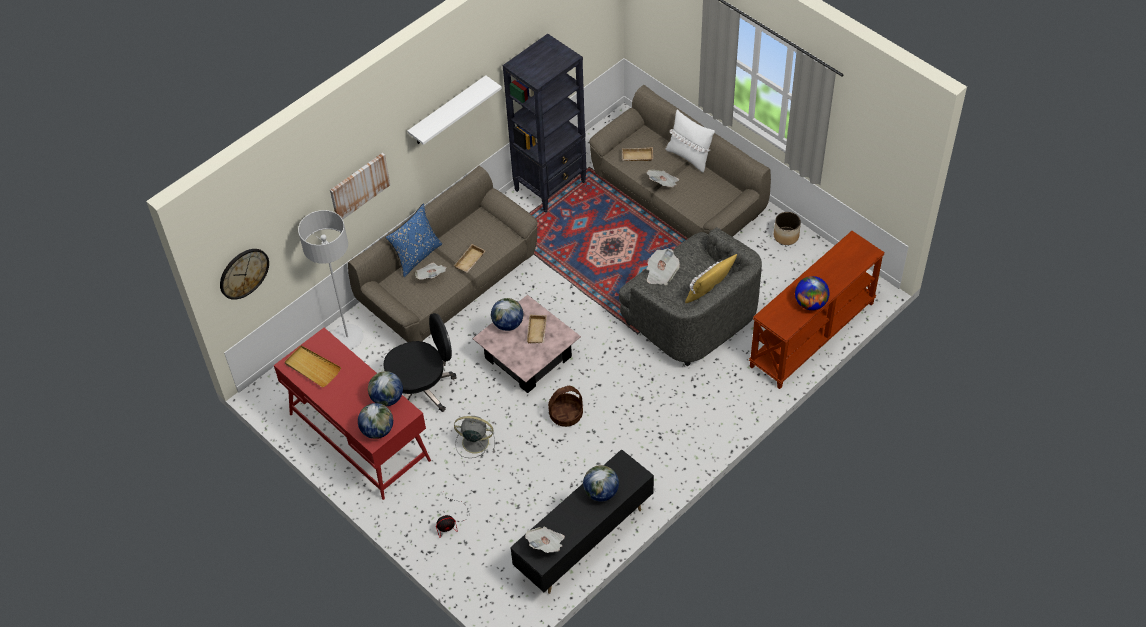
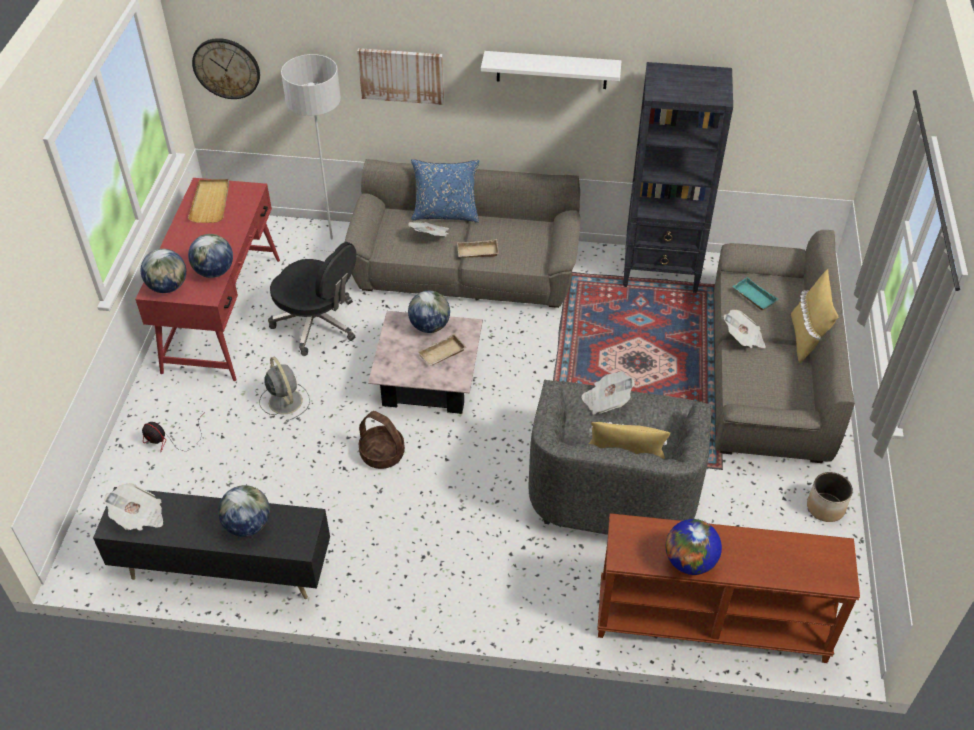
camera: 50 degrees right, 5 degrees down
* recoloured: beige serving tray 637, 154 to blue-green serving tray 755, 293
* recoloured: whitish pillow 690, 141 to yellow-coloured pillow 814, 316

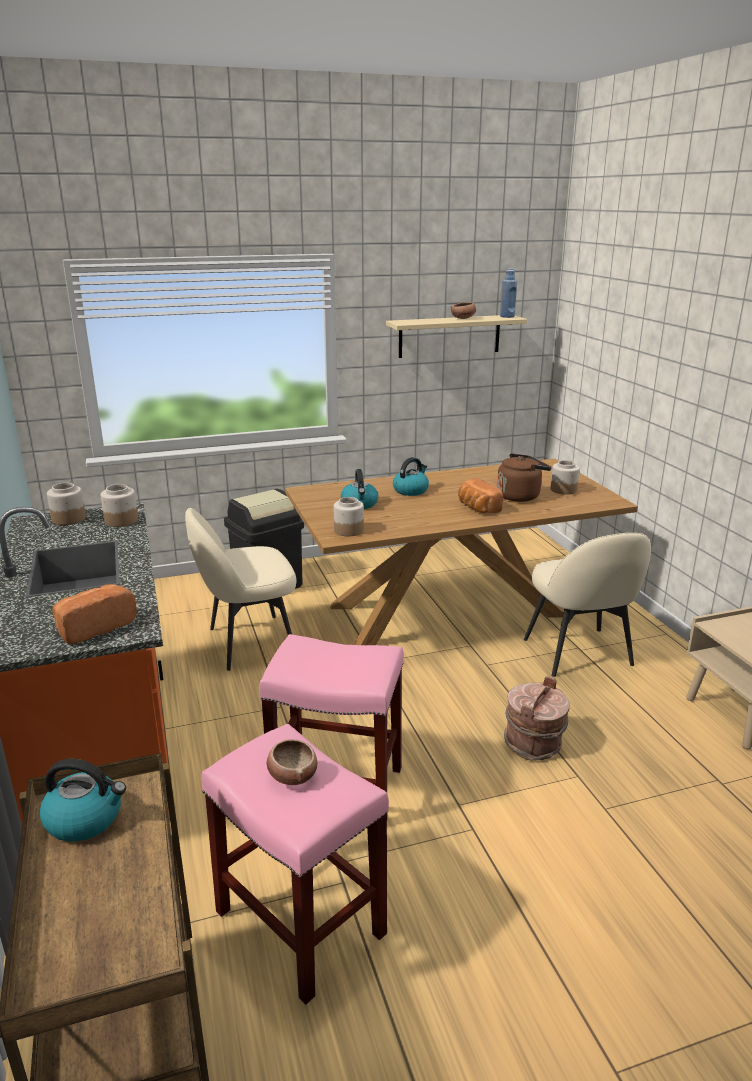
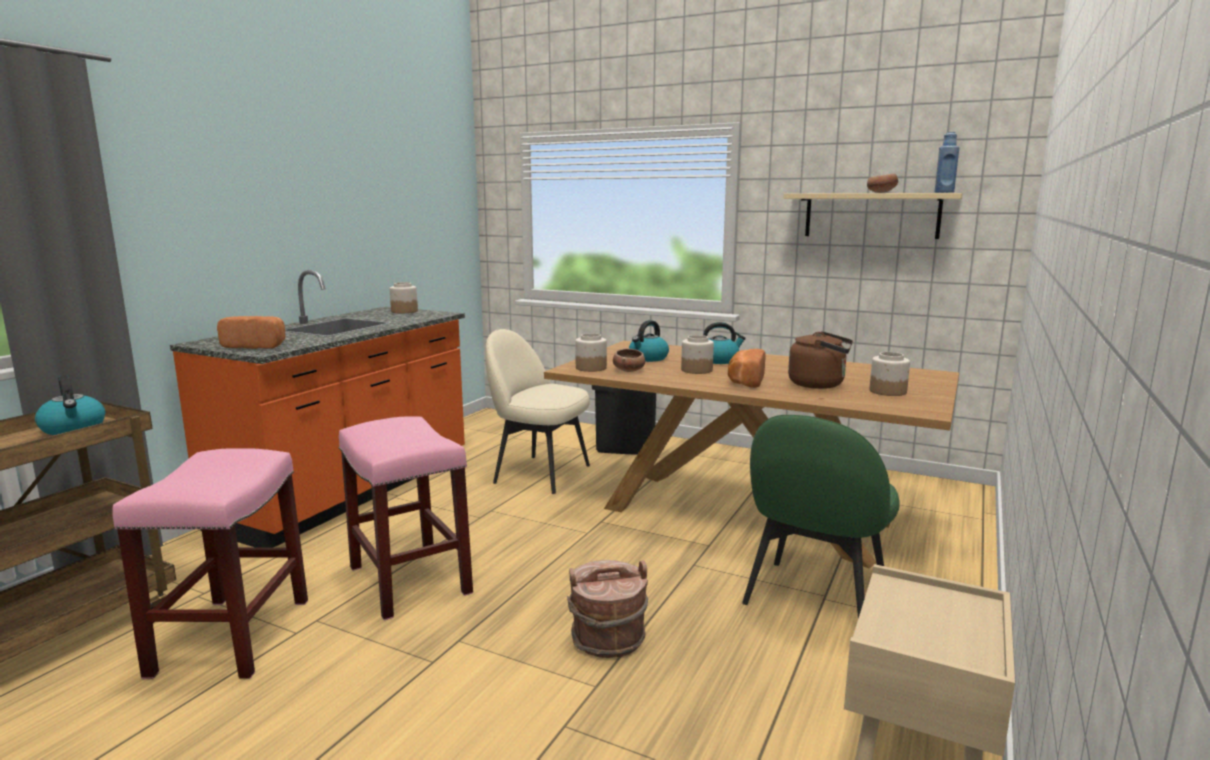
camera: 45 degrees right, 10 degrees down
* moved: preserve jar 119, 505 to 697, 354
* moved: serving bowl 292, 762 to 629, 360
* recoloured: beige plain chair 587, 605 to green plain chair 821, 516

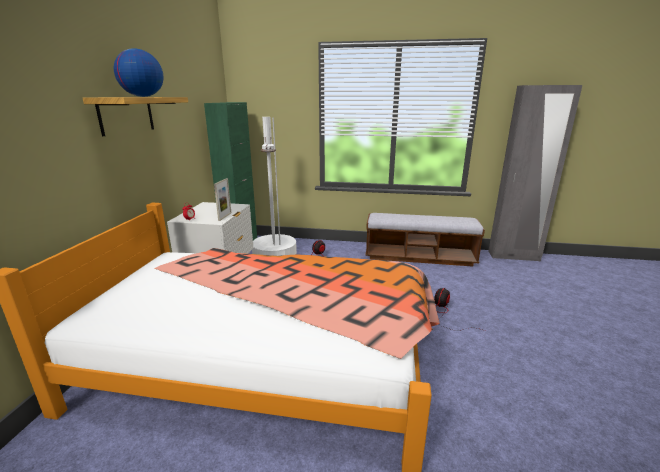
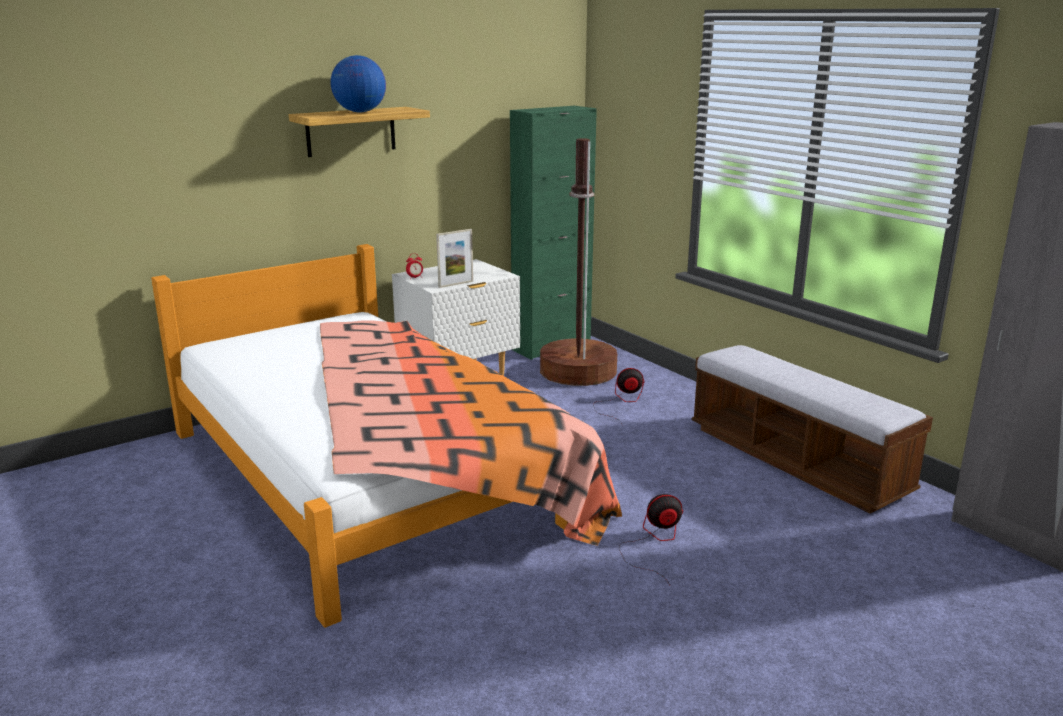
camera: 45 degrees right, 0 degrees up
* recoloured: whitish floor lamp 274, 186 to brown floor lamp 578, 262

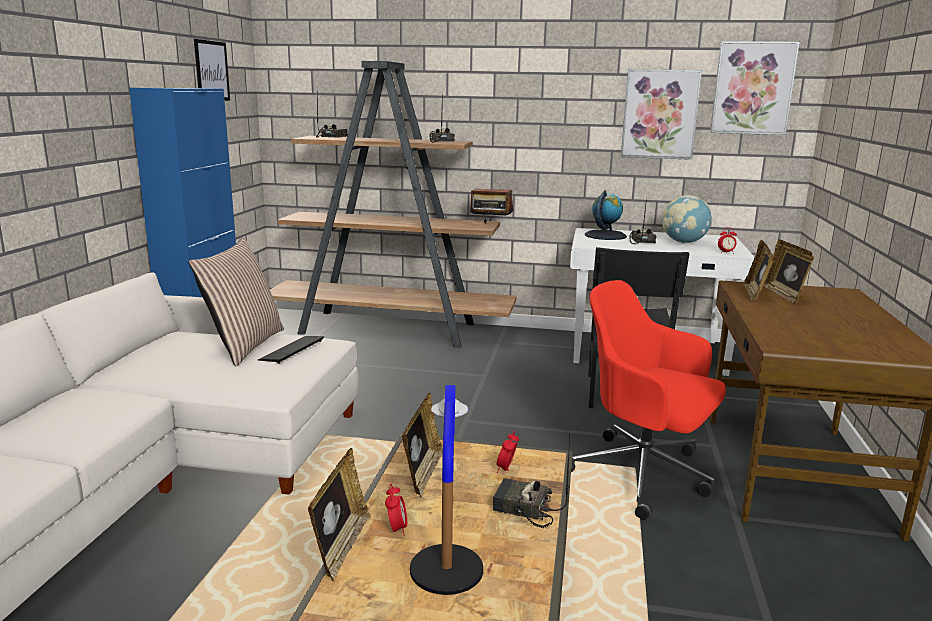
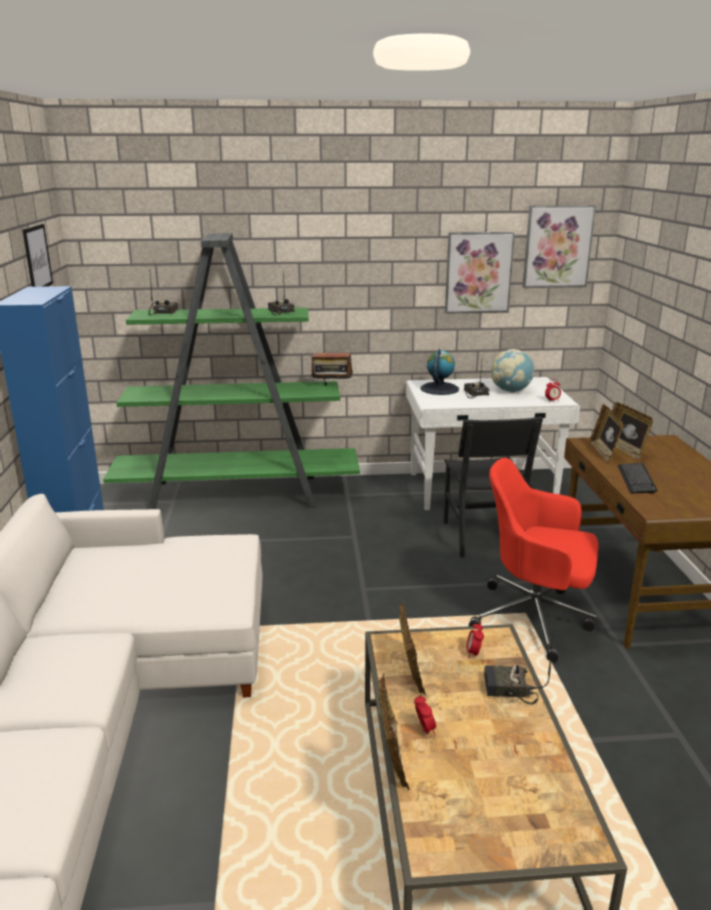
camera: 15 degrees left, 5 degrees up
* removed: pillow 236, 302
* removed: tabletop lamp 446, 490
* moved: keyboard 291, 350 to 637, 478
* recoloured: brown bookcase 393, 204 to green bookcase 231, 371

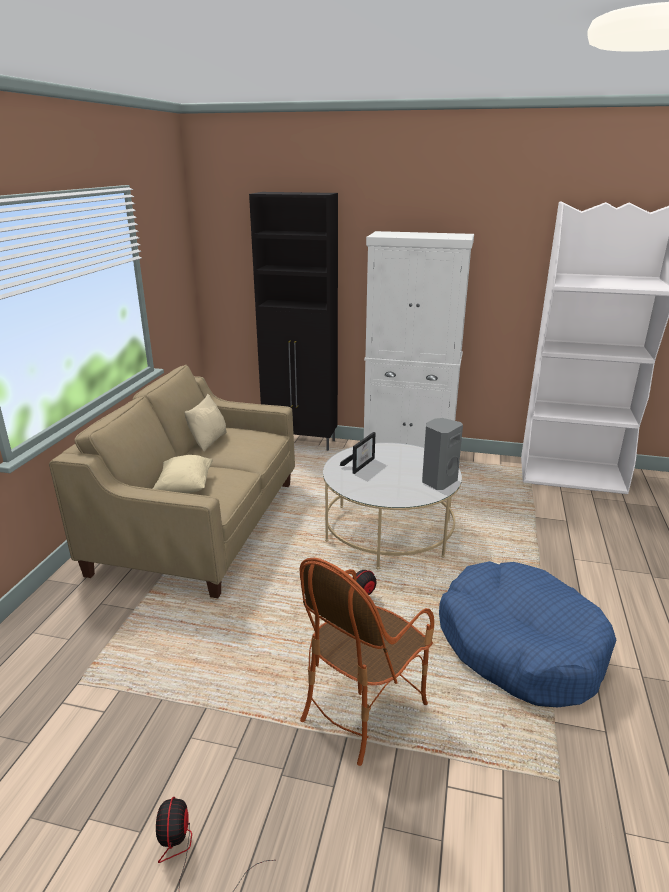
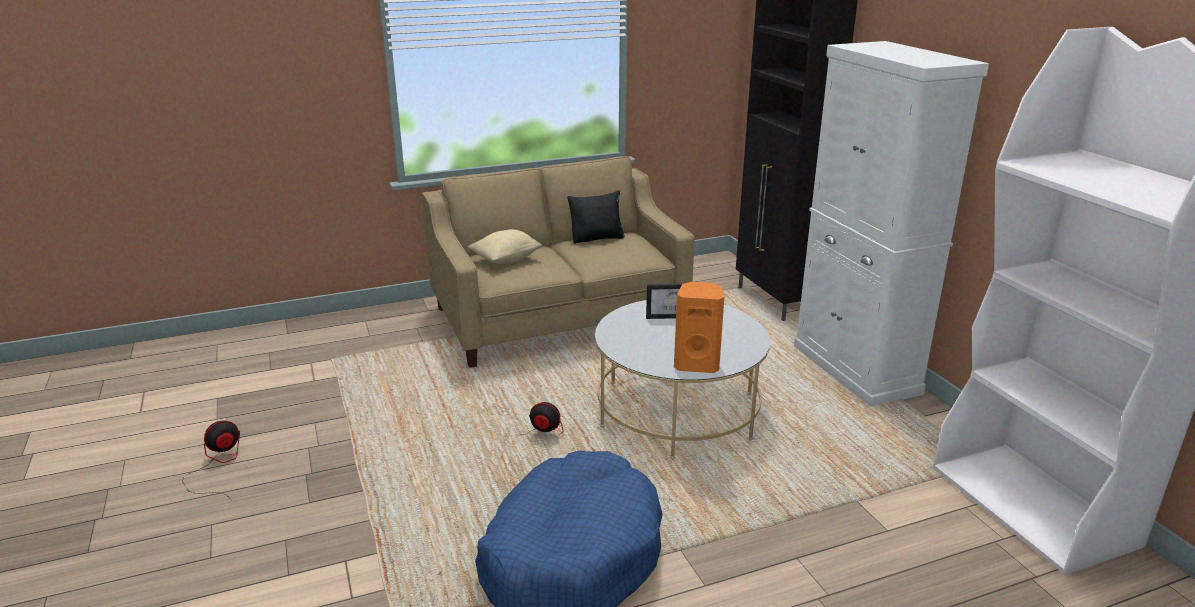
camera: 55 degrees right, 0 degrees up
* removed: lounge chair 366, 662
* recoloured: beige pillow 205, 423 to black pillow 596, 217
* recoloured: gray loudspeaker 442, 454 to orange loudspeaker 699, 327

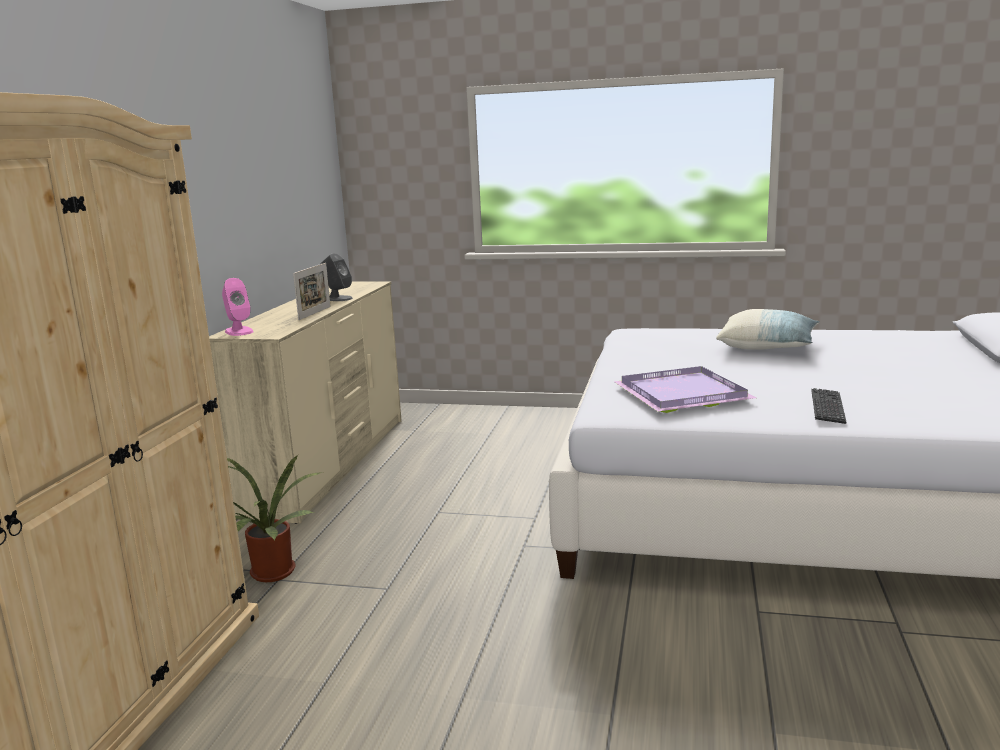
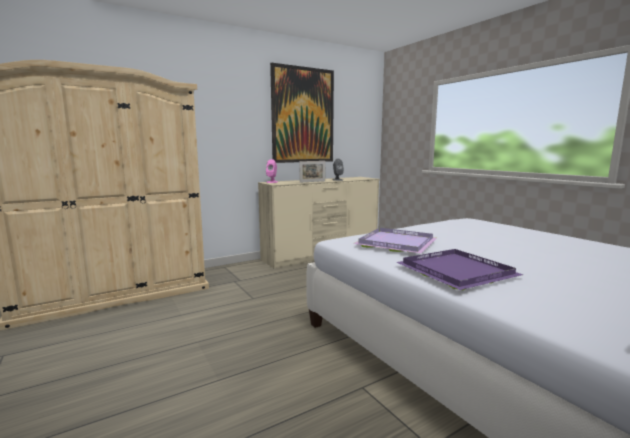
camera: 45 degrees right, 5 degrees down
* removed: plant in a pot 275, 518
* removed: pillow 768, 329
* added: wall art 302, 113
* replaced: keyboard 828, 406 to purplish serving tray 459, 269

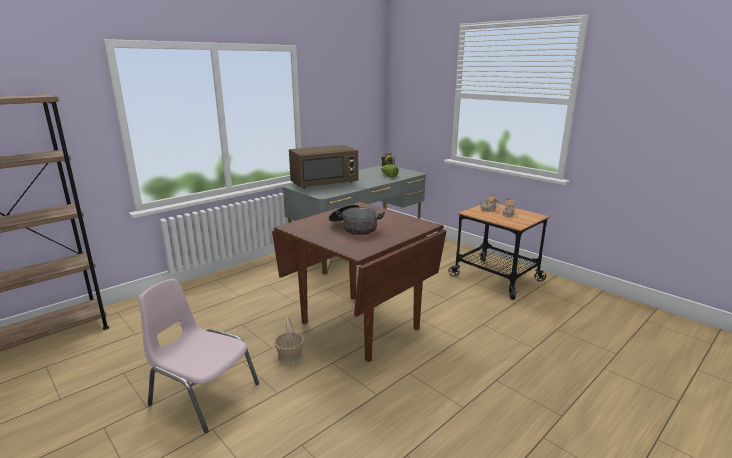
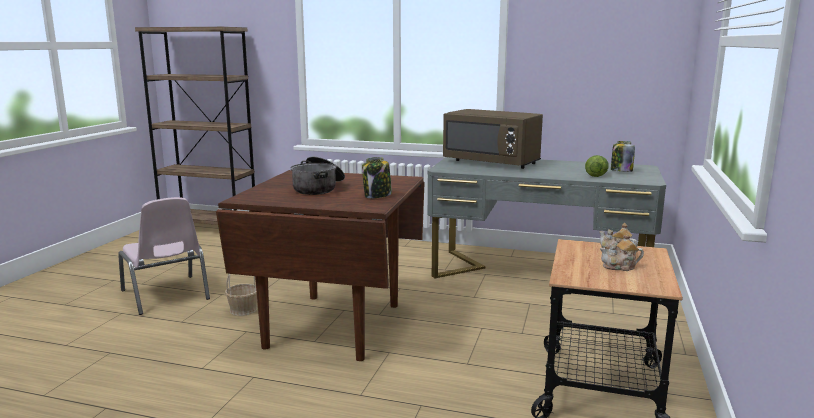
camera: 60 degrees right, 5 degrees down
* added: preserve jar 377, 177
* turned: pink-coloured plain chair 198, 356 = 164, 256 150 degrees clockwise

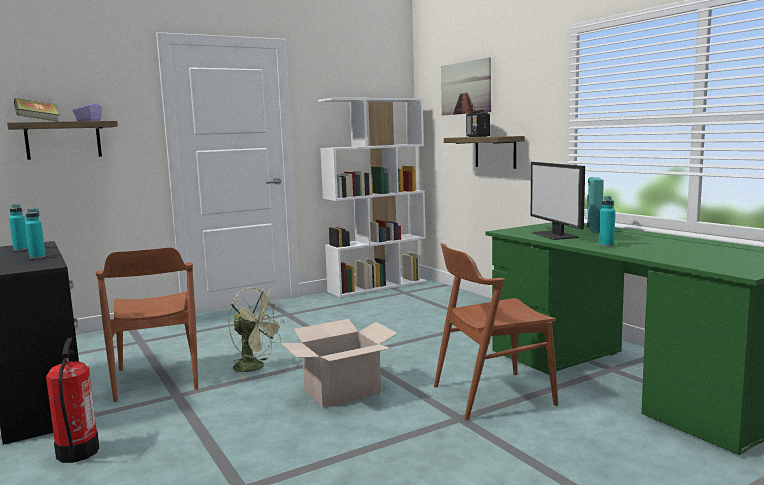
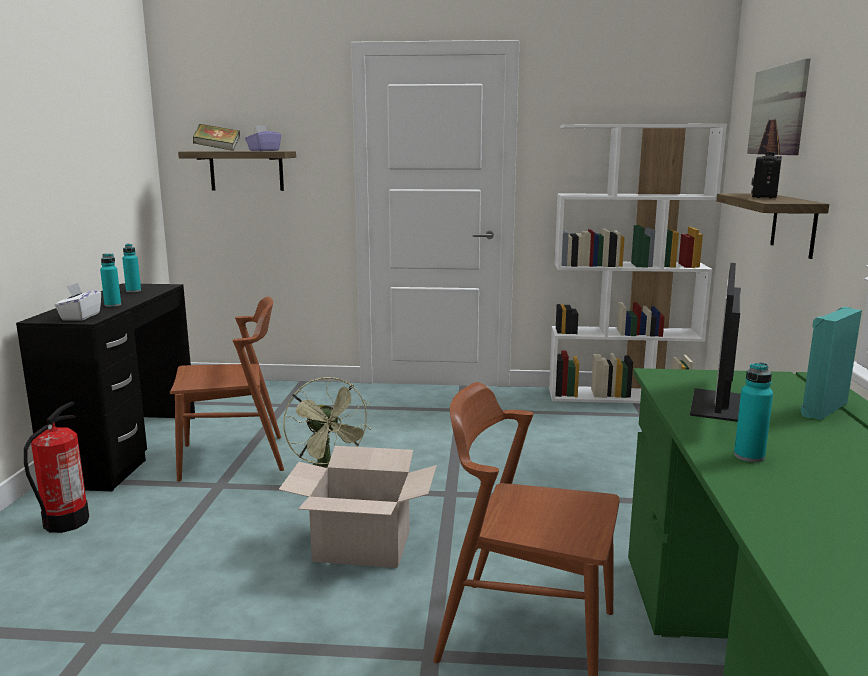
camera: 35 degrees right, 5 degrees up
* added: whitish tissue box 78, 301
* turned: brown plain chair 147, 325 = 227, 389 120 degrees counterclockwise

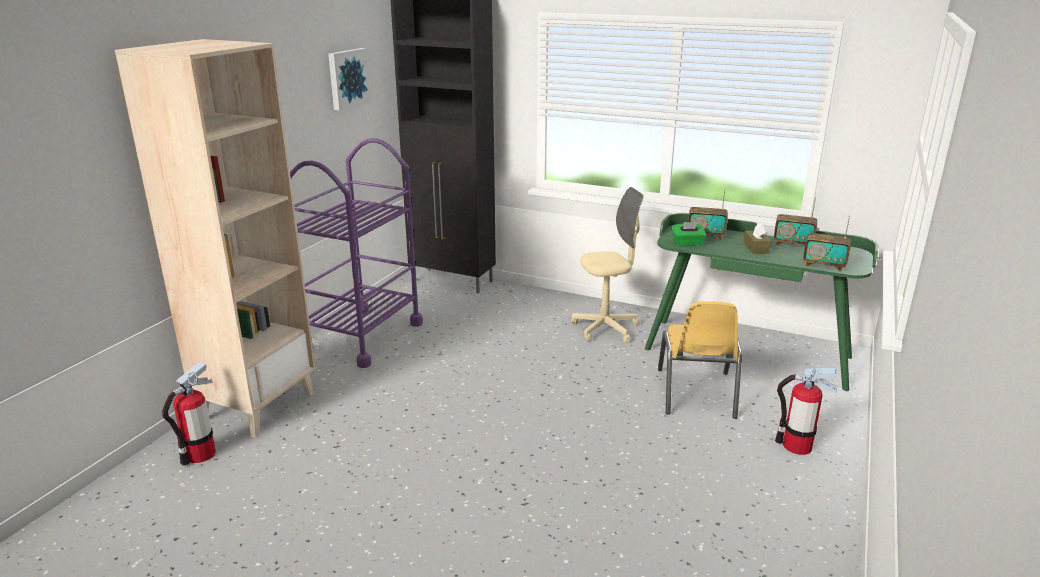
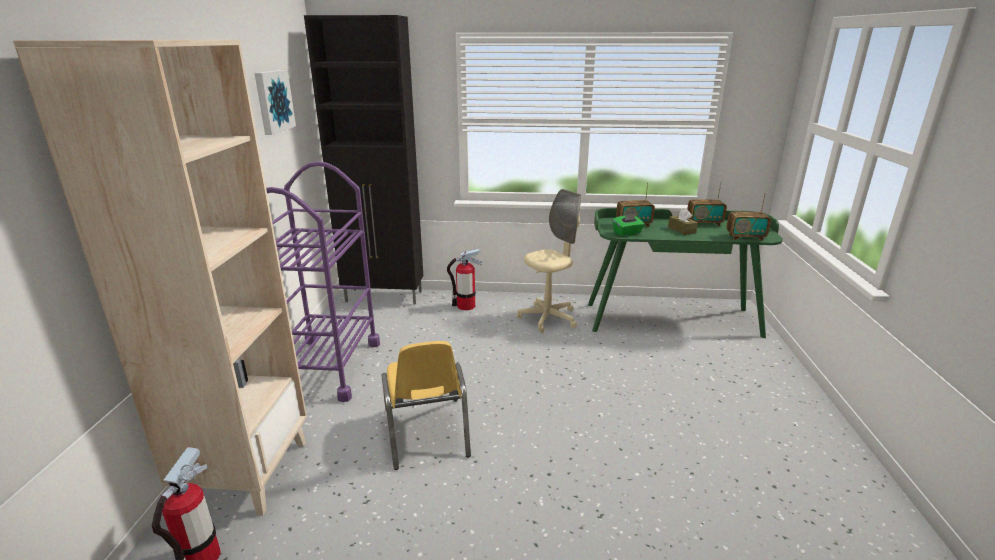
camera: 20 degrees left, 0 degrees up
* moved: yellow-coloured plain chair 700, 360 to 426, 405
* moved: fire extinguisher 806, 411 to 464, 279

